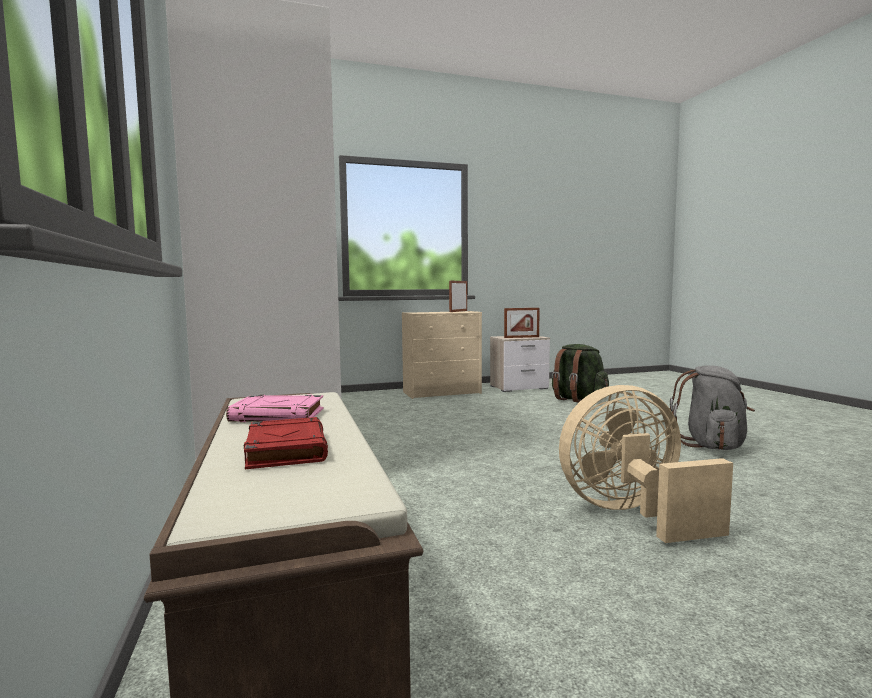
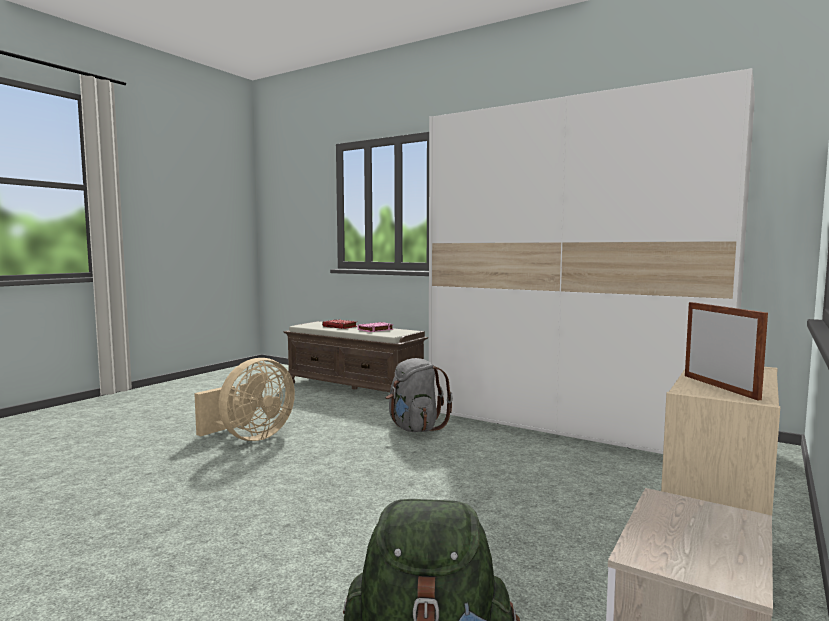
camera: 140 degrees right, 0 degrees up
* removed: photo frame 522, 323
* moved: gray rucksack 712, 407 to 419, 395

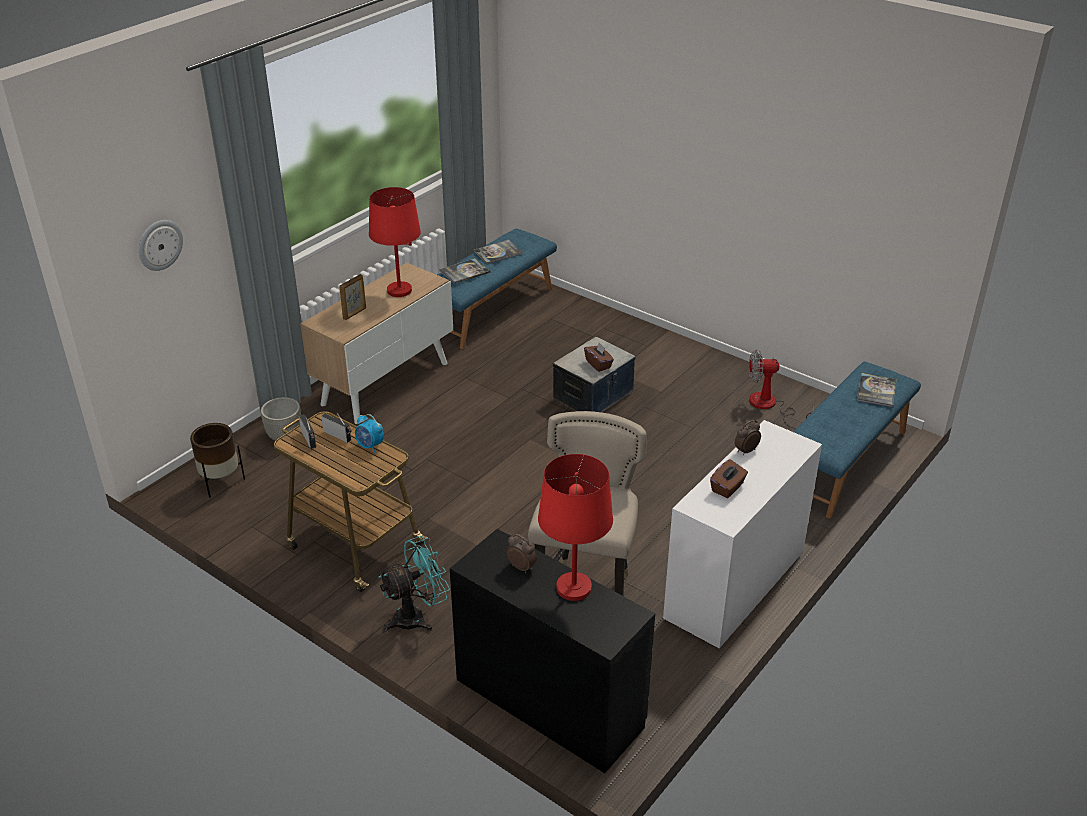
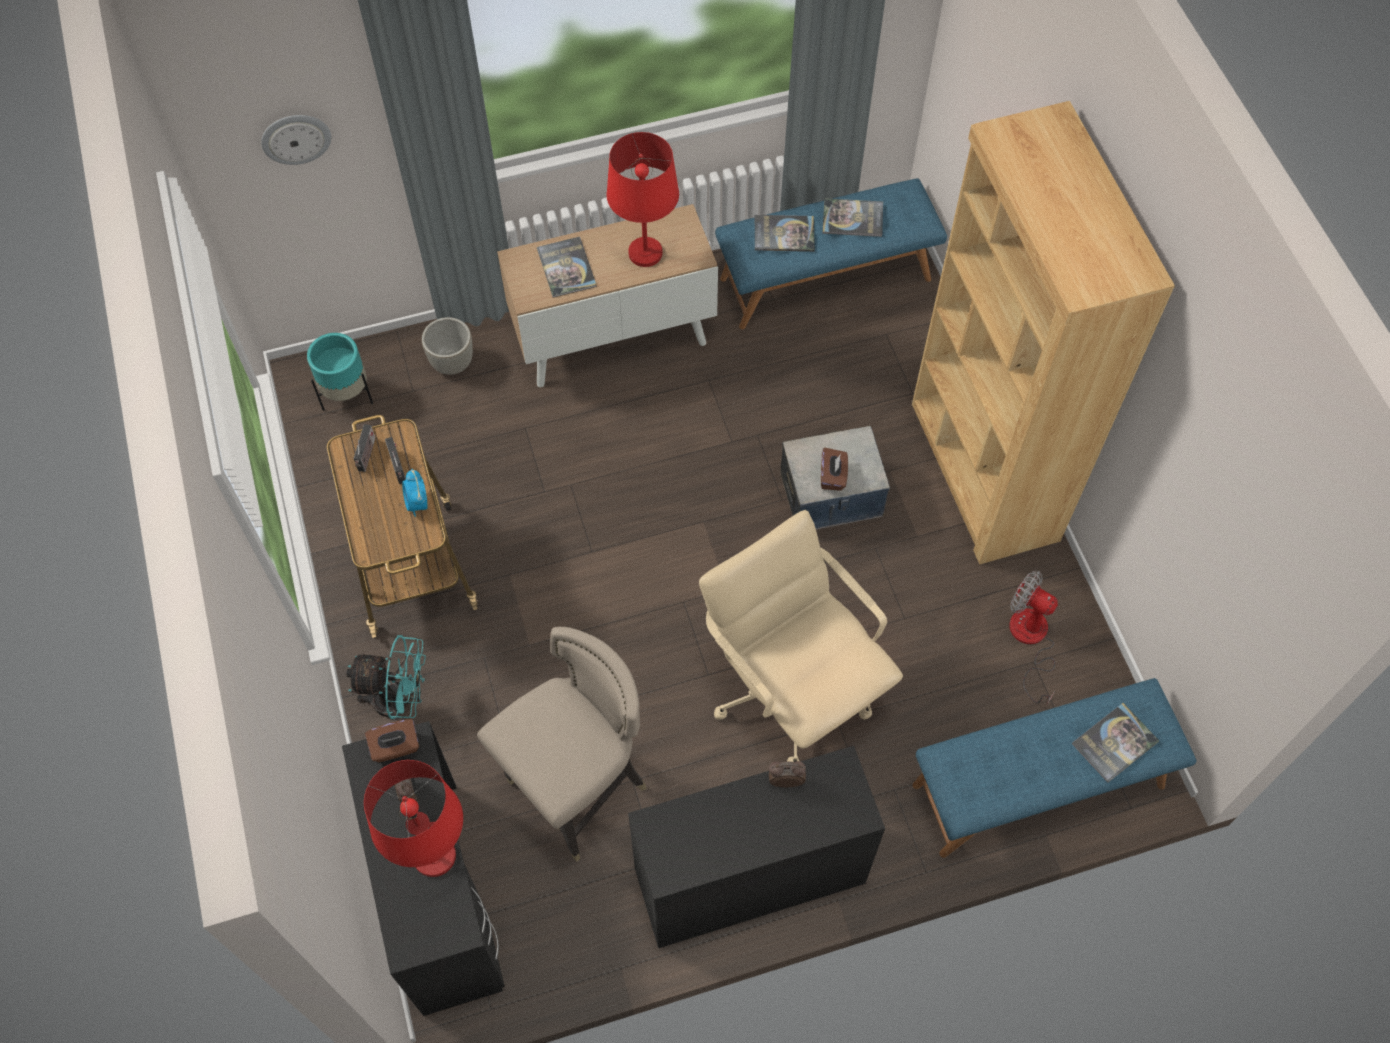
camera: 35 degrees right, 25 degrees up
* added: beige office chair 801, 636
* added: brown bookcase 1043, 333
* moved: brown tissue box 729, 478 to 392, 740
* replaced: photo frame 352, 297 to book 567, 267
* recoloured: brown planter 217, 460 to blue-green planter 340, 372
* recoloured: whitish desk 742, 534 to black desk 756, 847

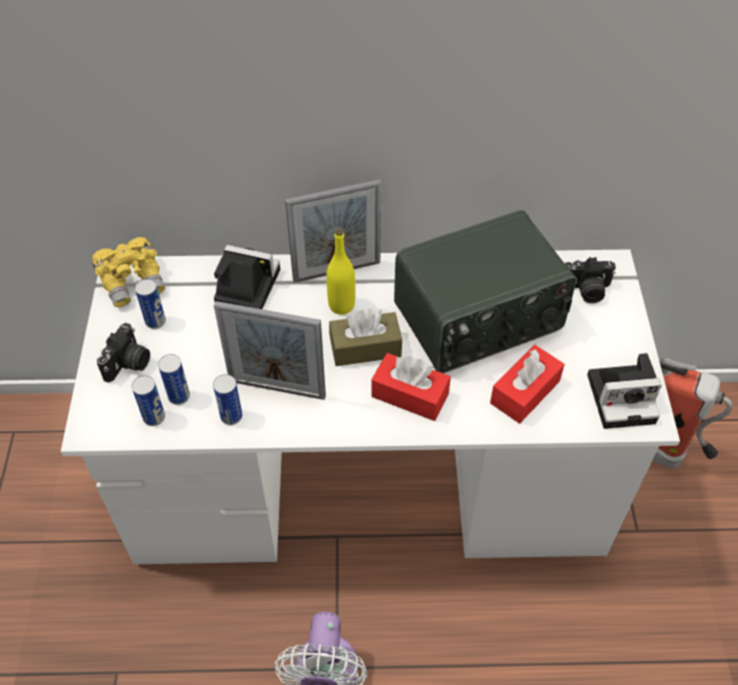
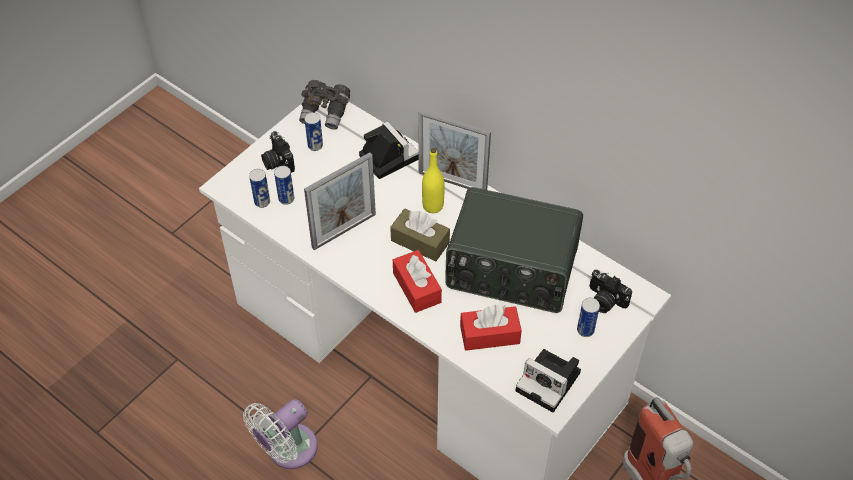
camera: 40 degrees right, 0 degrees up
* moved: can 227, 399 to 588, 317
* recoloured: yellow-coloured binoculars 128, 272 to gray binoculars 324, 104
* turned: photo camera 123, 353 = 278, 152 90 degrees clockwise
* turned: photo frame 270, 350 = 340, 201 90 degrees counterclockwise

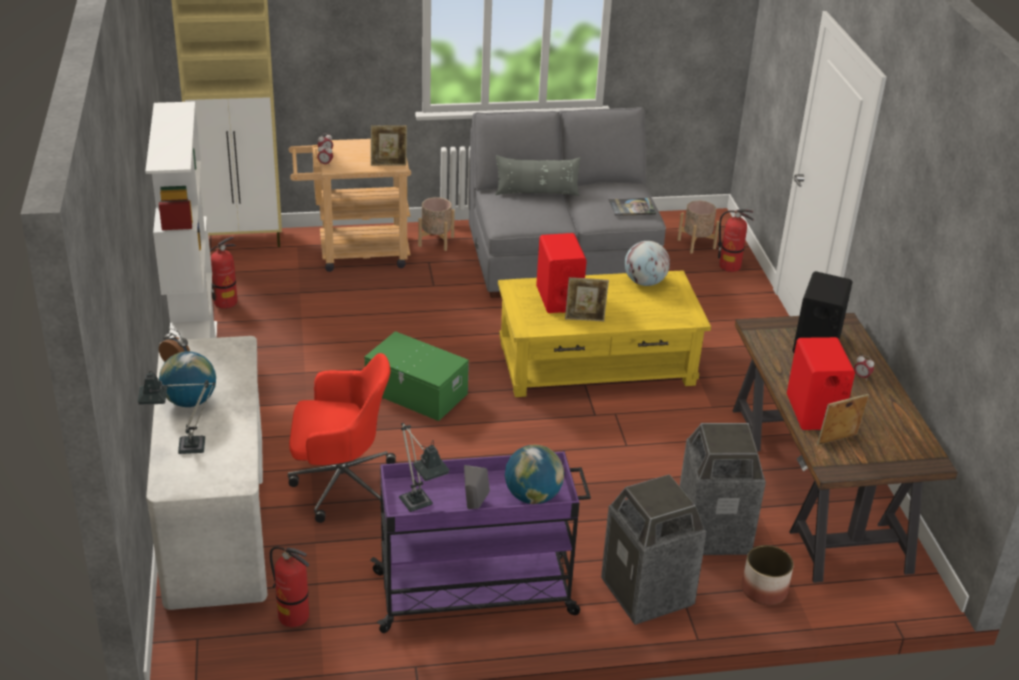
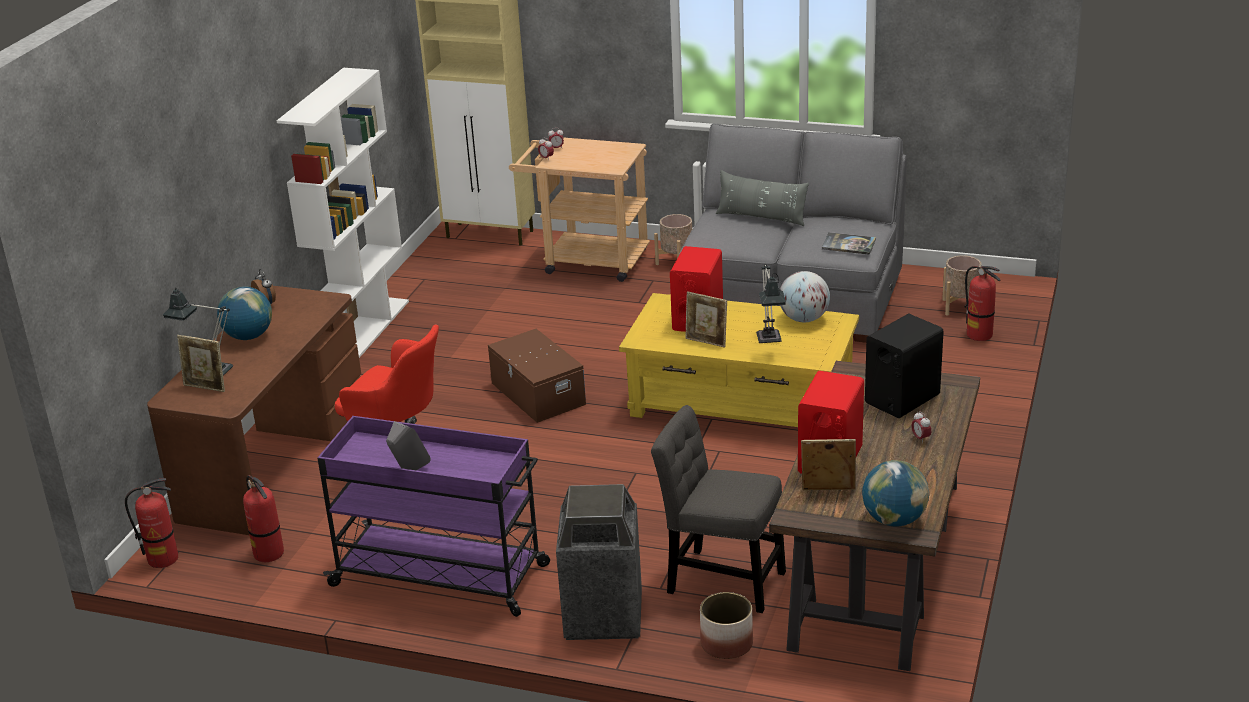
camera: 30 degrees right, 5 degrees down
* moved: fire extinguisher 223, 273 to 151, 523
* moved: photo frame 389, 145 to 201, 363
* moved: tabletop lamp 424, 467 to 771, 303
* moved: desk globe 534, 474 to 895, 493
* replaced: waste bin 723, 489 to gray plain chair 718, 509
* recoloured: whitish desk 207, 473 to brown desk 254, 410
* recoloured: green storage bin 417, 376 to brown storage bin 537, 376

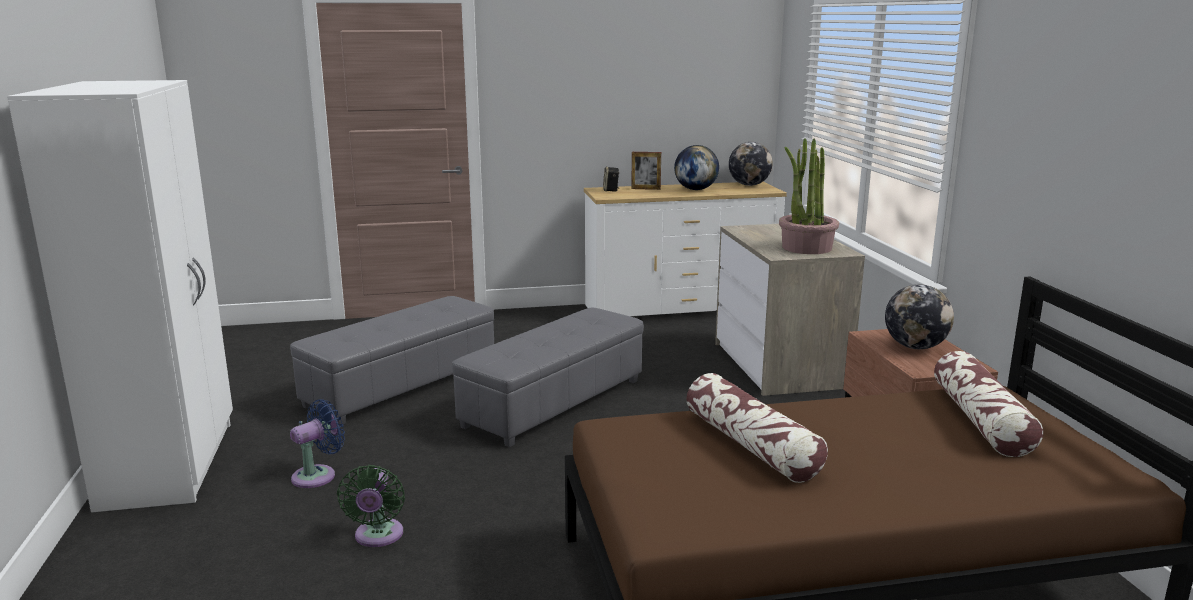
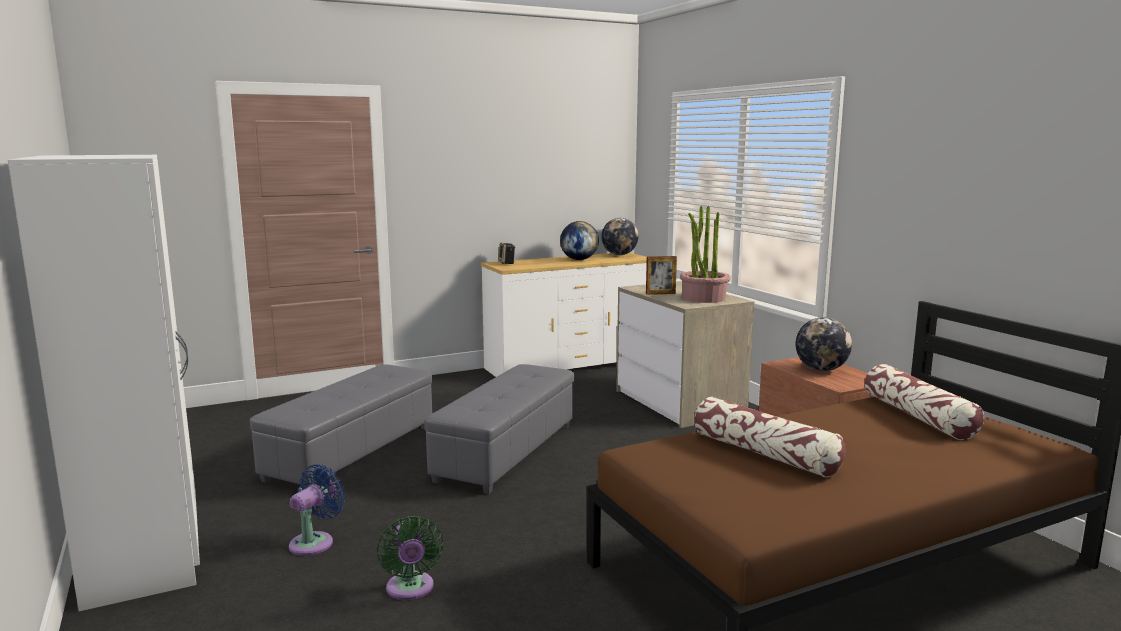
camera: 15 degrees left, 5 degrees down
* moved: photo frame 646, 171 to 661, 275

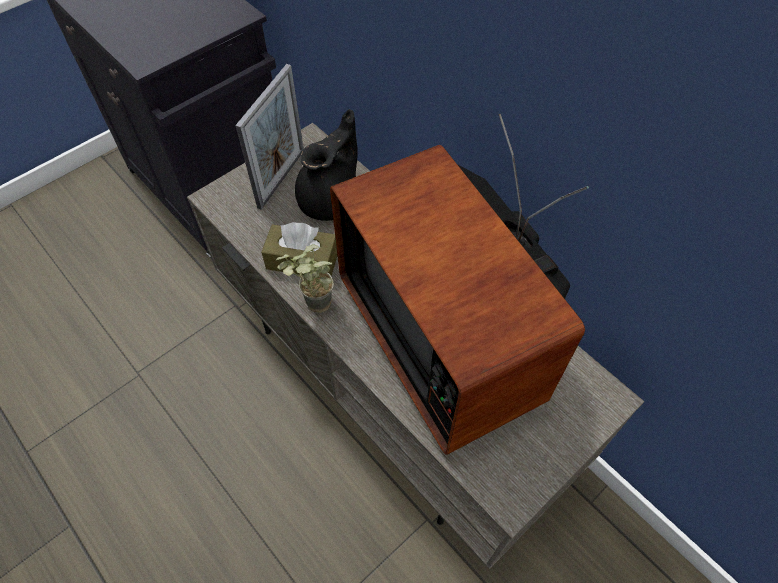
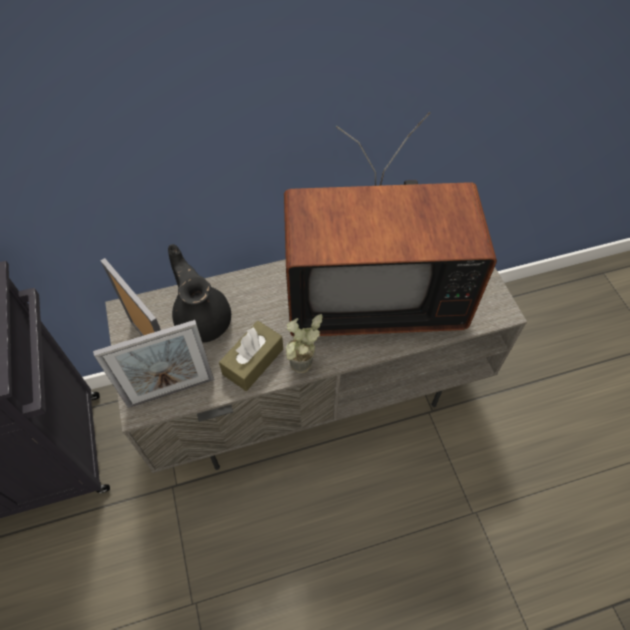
camera: 65 degrees left, 0 degrees up
* added: photo frame 153, 364

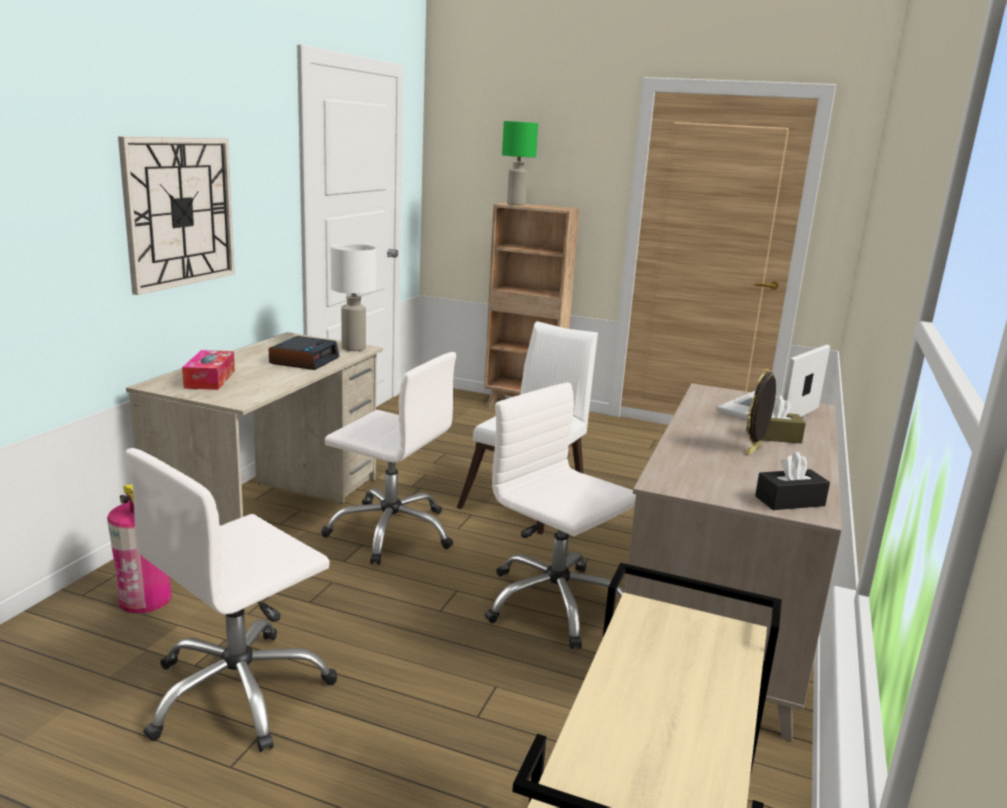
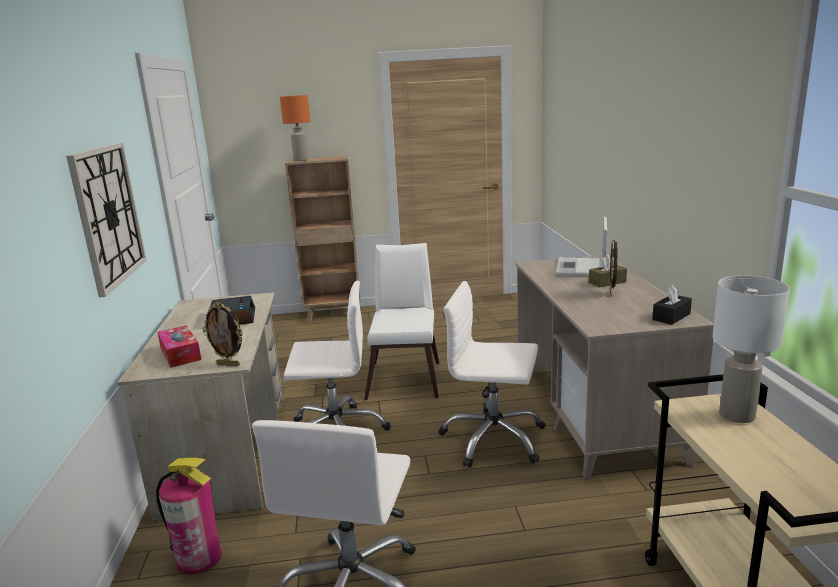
camera: 25 degrees left, 0 degrees up
* added: photo frame 222, 334
* moved: whitish tabletop lamp 353, 297 to 751, 349
* recoloured: green tabletop lamp 520, 163 to orange tabletop lamp 295, 128

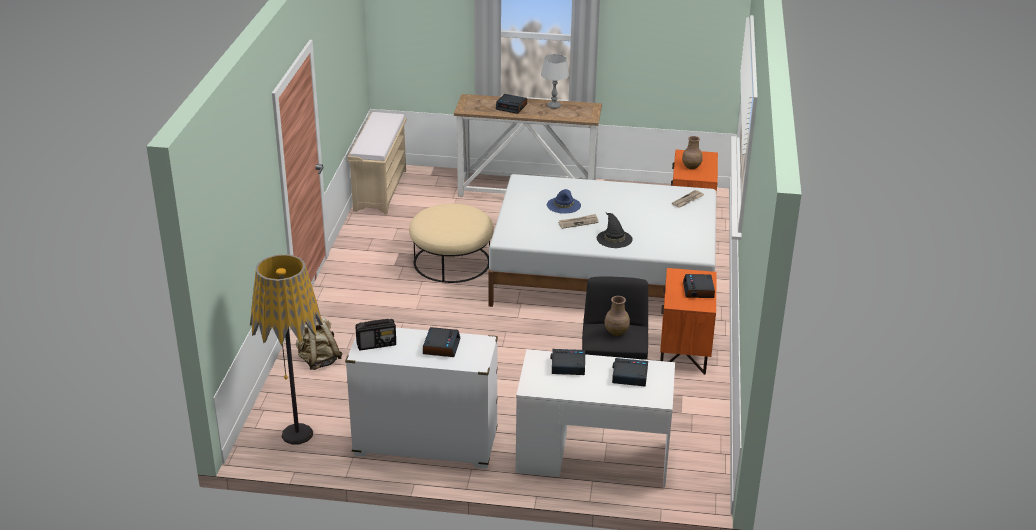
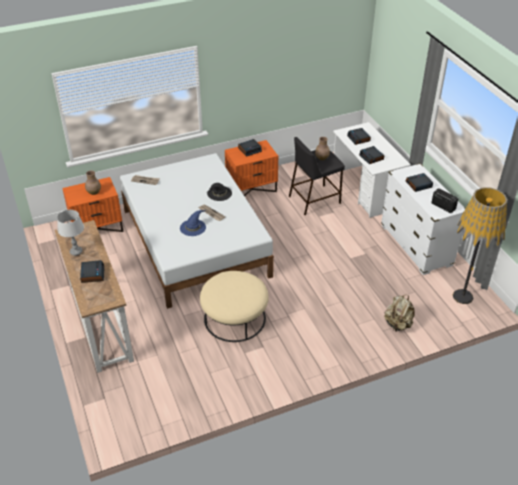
camera: 120 degrees left, 10 degrees up
* removed: beige indoor bench 377, 163

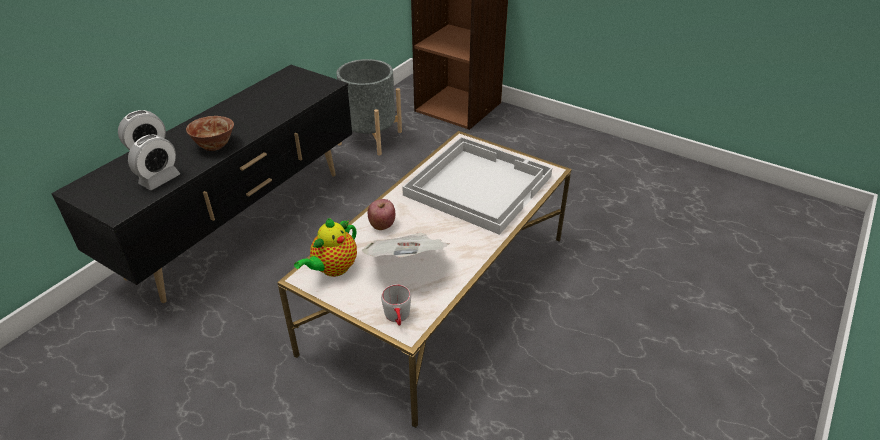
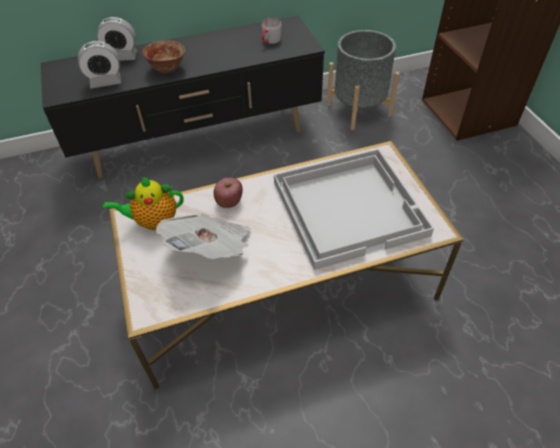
camera: 40 degrees right, 10 degrees up
* moved: gray coffee mug 396, 305 to 271, 31

